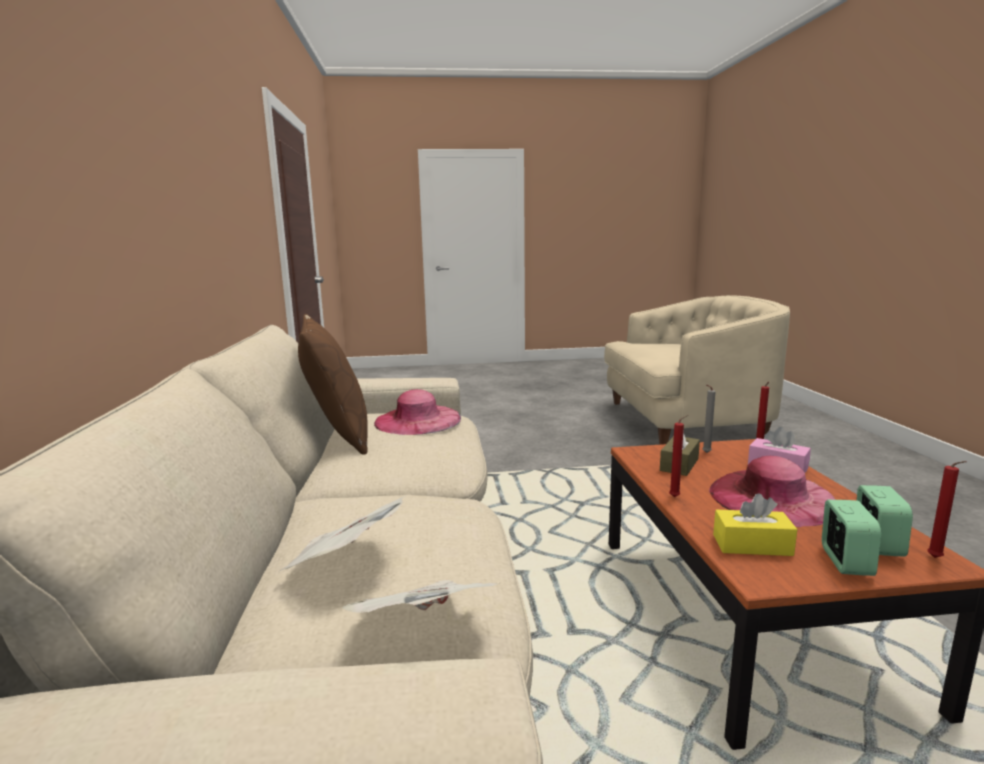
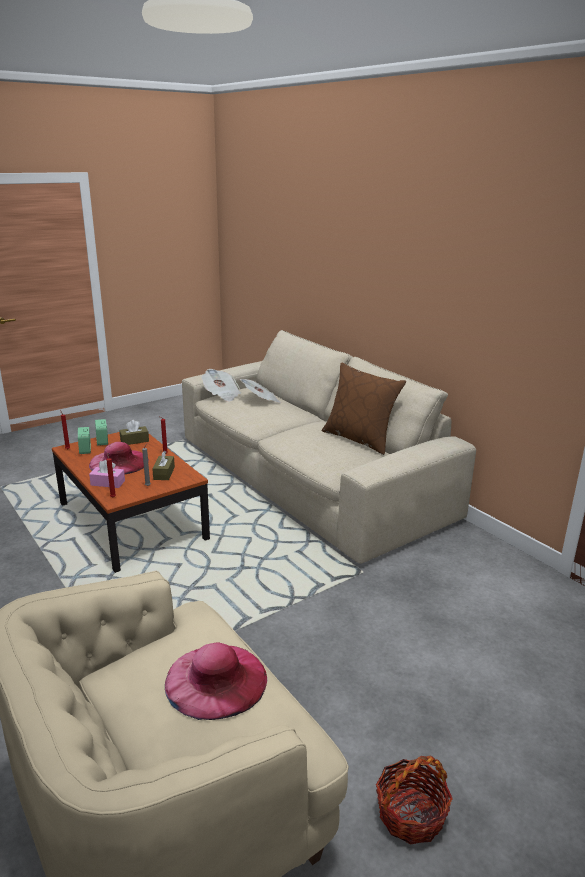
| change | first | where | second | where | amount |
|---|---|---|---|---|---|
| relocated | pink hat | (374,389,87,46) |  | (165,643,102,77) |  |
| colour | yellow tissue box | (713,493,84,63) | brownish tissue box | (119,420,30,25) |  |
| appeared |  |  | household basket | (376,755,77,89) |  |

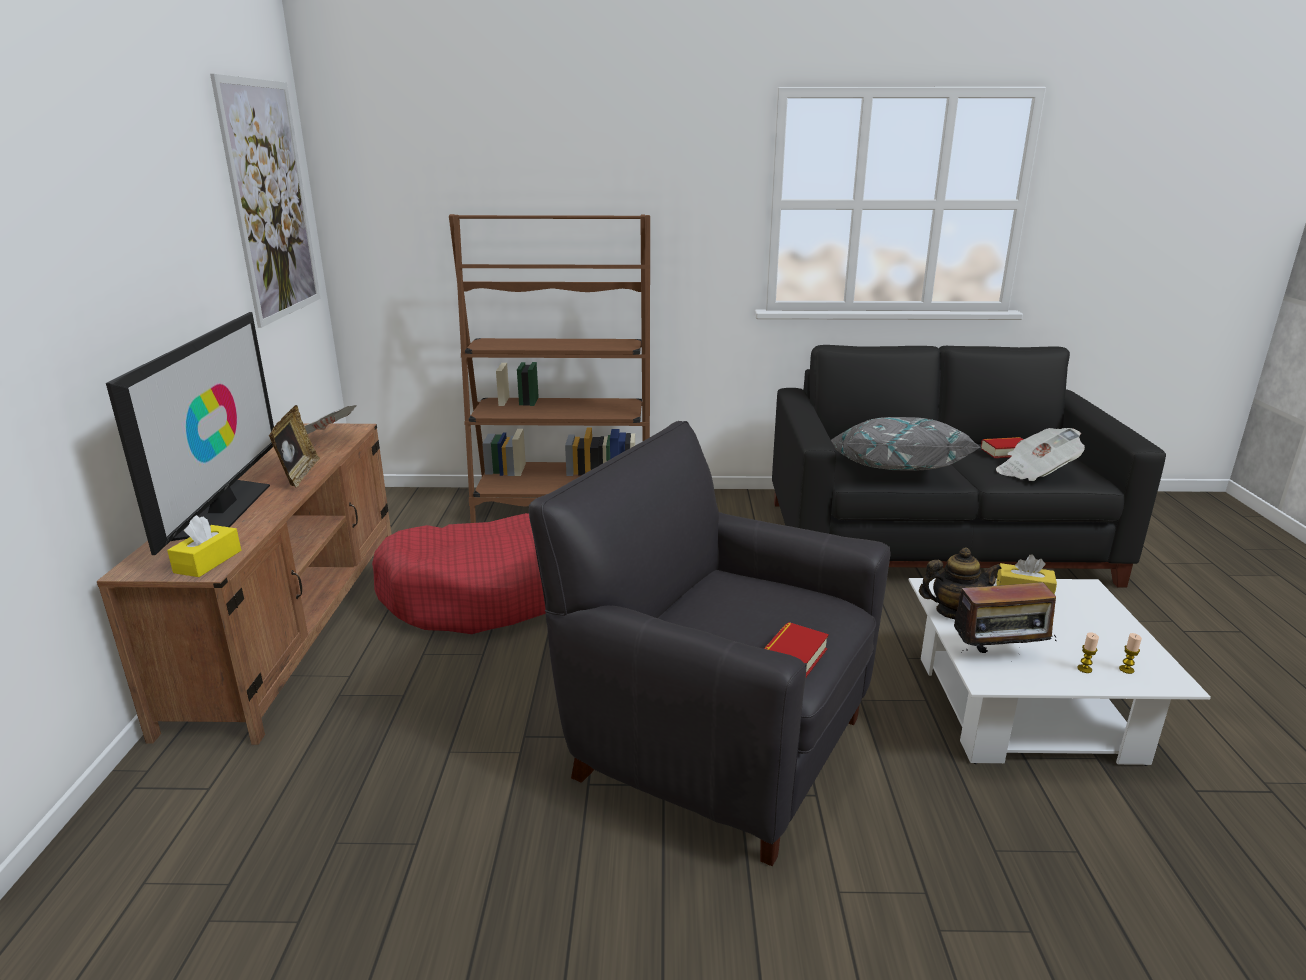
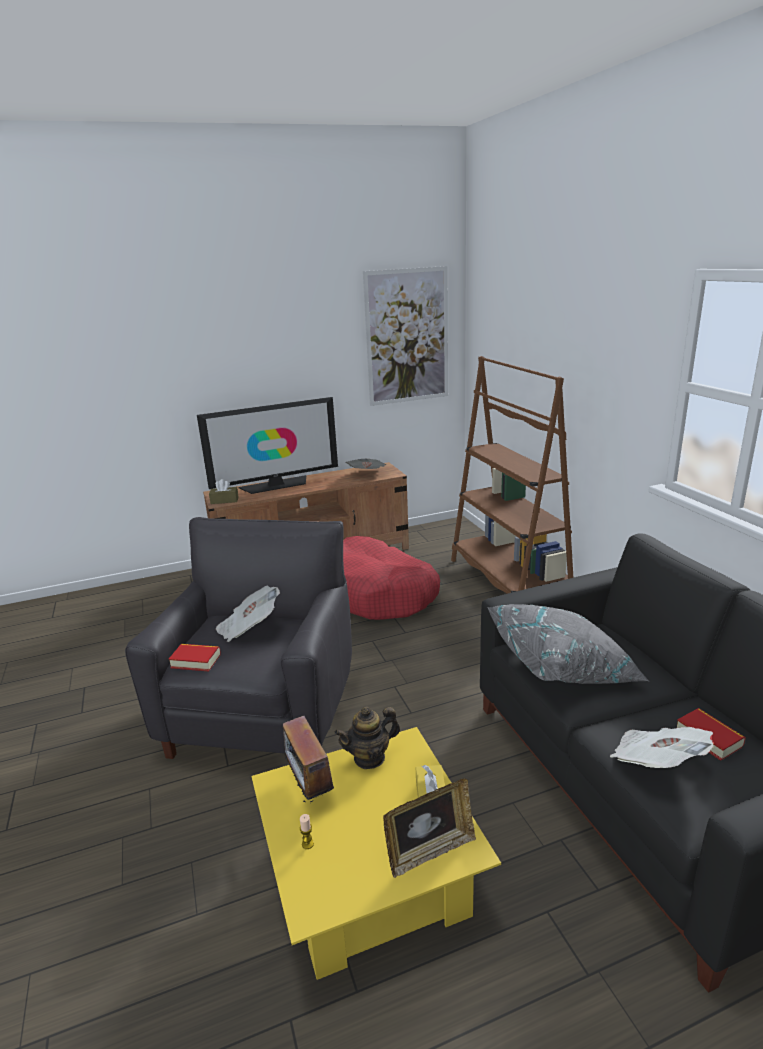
| change | first | where | second | where | amount |
|---|---|---|---|---|---|
| colour | yellow tissue box | (167,515,74,62) | brownish tissue box | (209,479,30,25) |  |
| relocated | photo frame | (269,405,51,83) |  | (383,778,93,100) |  |
| colour | whitish coffee table | (909,578,302,188) | yellow coffee table | (251,727,250,253) |  |
| spun | teapot | (919,547,83,72) |  | (334,707,66,62) | 90 degrees clockwise |
| missing | wax candle | (1119,633,23,41) |  |  |  |
| appeared |  |  | printed paper | (216,586,64,56) |  |

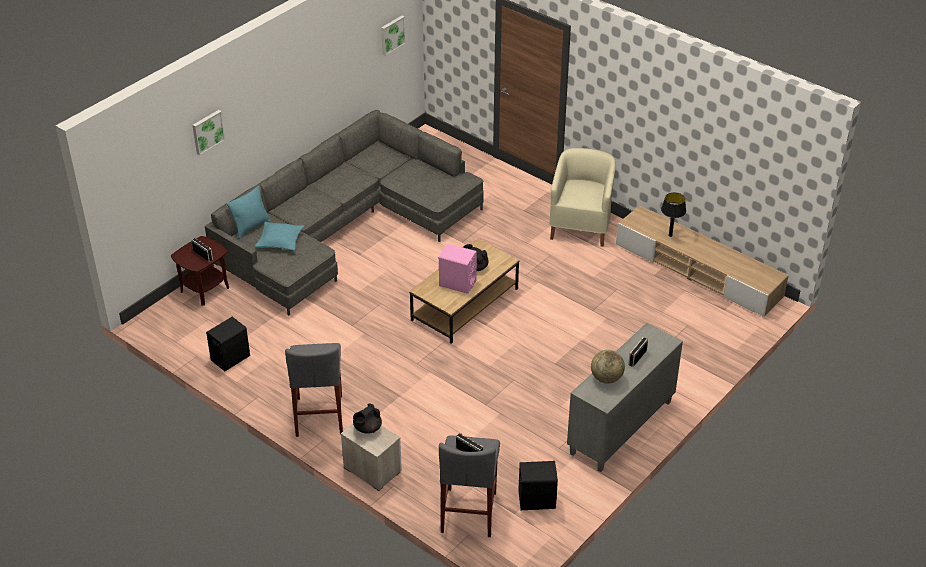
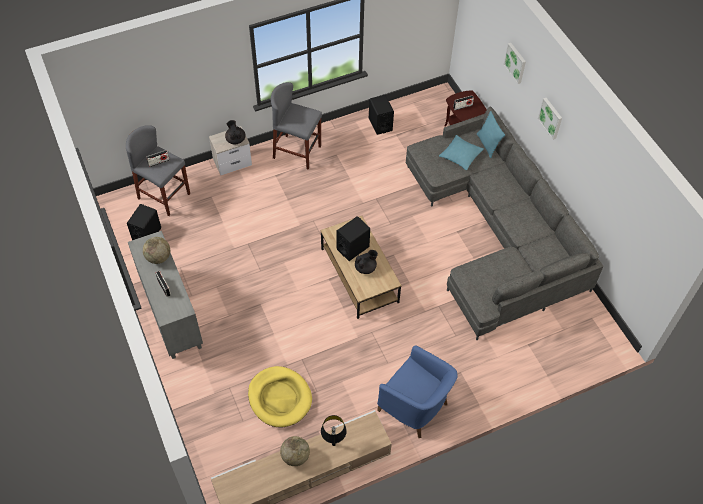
| change | first | where | second | where | amount |
|---|---|---|---|---|---|
| relocated | wall picture | (381,15,25,41) |  | (538,98,24,42) |  |
| colour | pink loudspeaker | (438,244,39,50) | black loudspeaker | (336,216,34,45) |  |
| colour | beige-coloured armchair | (549,148,67,99) | blue-coloured armchair | (377,346,81,92) |  |
| appeared |  |  | yellow dog bed | (248,366,64,61) |  |
| appeared |  |  | world globe | (280,436,30,30) |  |

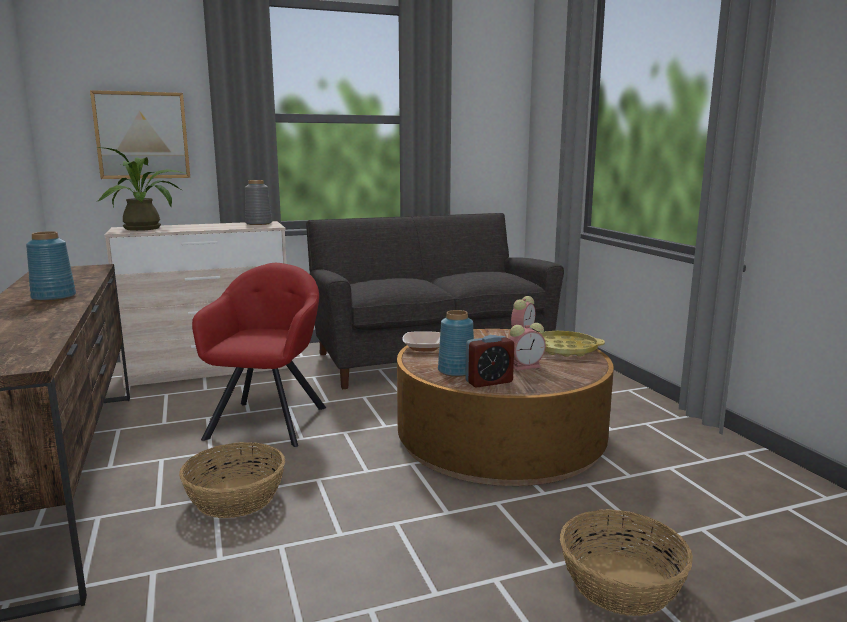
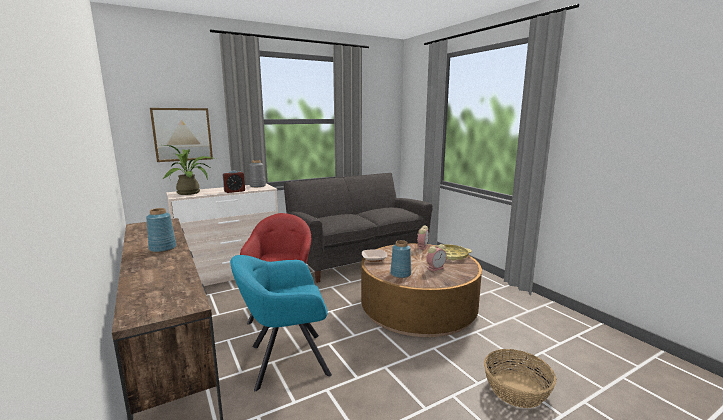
| change | first | where | second | where | amount |
|---|---|---|---|---|---|
| exchanged | household basket | (179,442,106,76) | turquoise-coloured armchair | (230,255,102,136) |  |
| relocated | bedside clock | (465,335,49,53) |  | (222,171,23,22) |  |

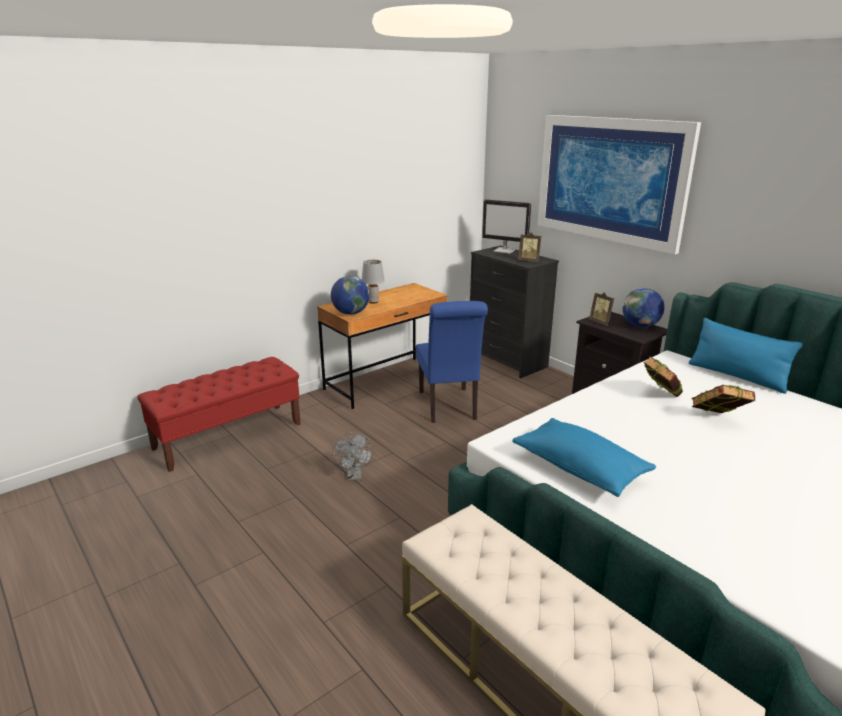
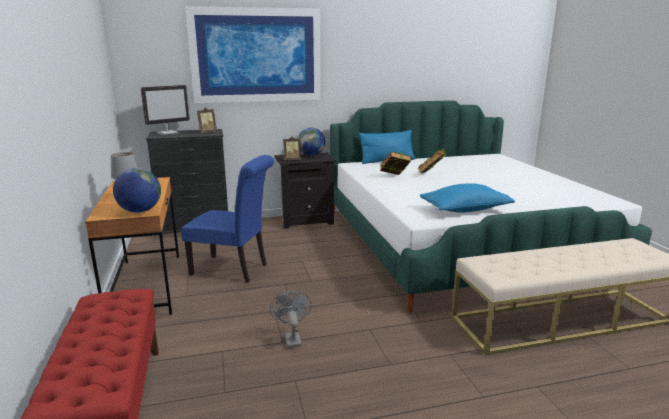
| change | first | where | second | where | amount |
|---|---|---|---|---|---|
| spun | greyish fan | (332,432,42,49) |  | (270,291,41,57) | 120 degrees counterclockwise |

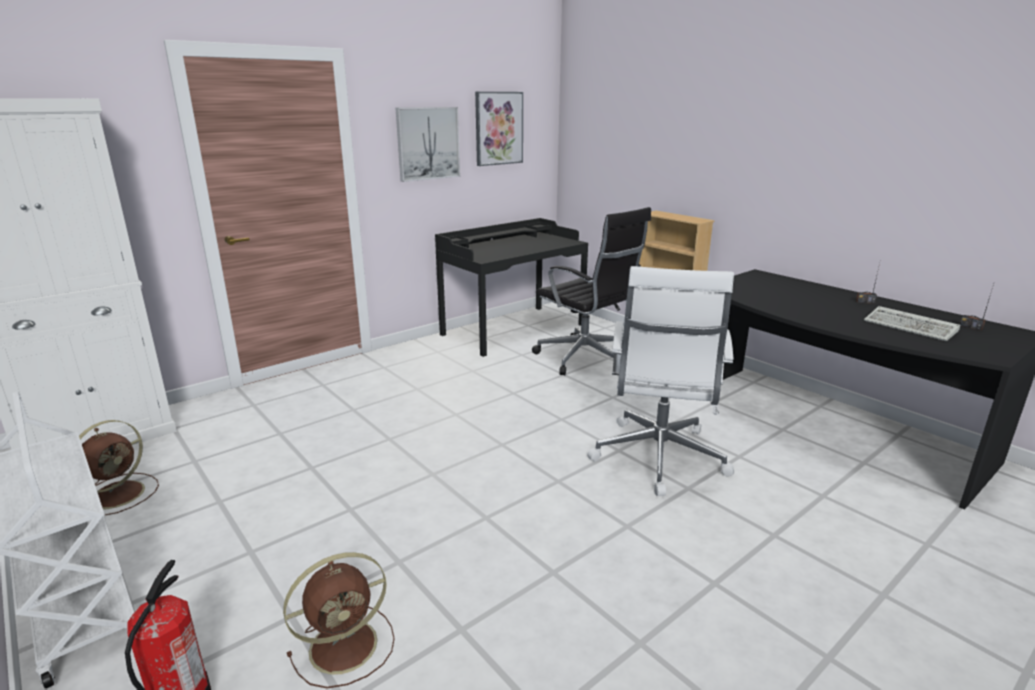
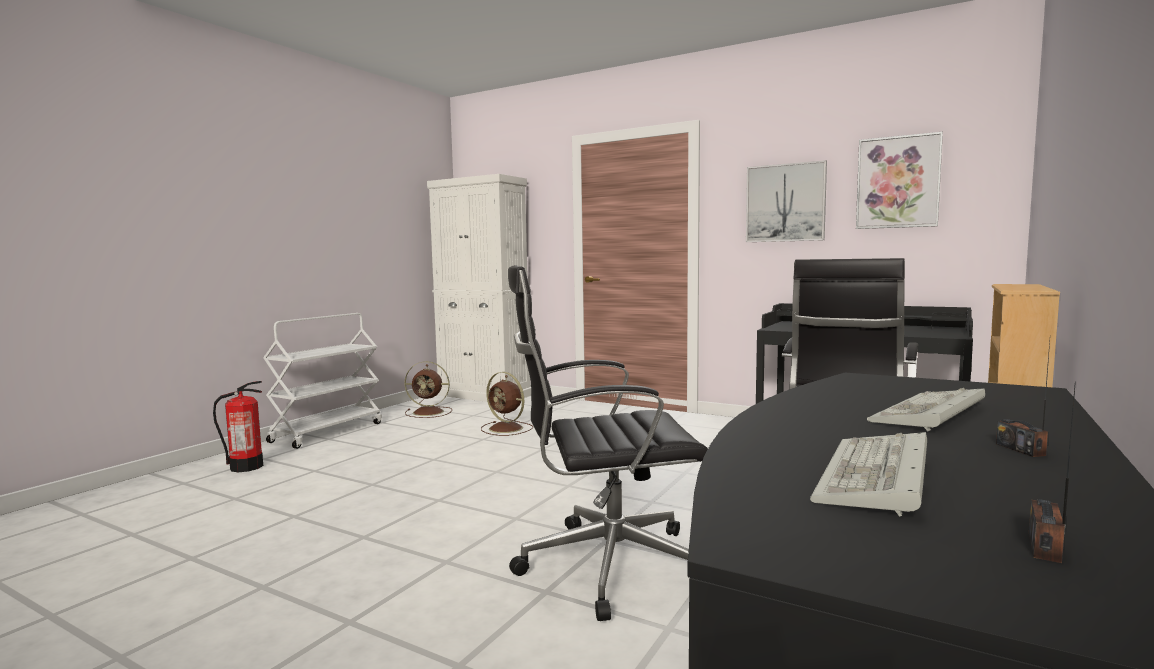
| change | first | where | second | where | amount |
|---|---|---|---|---|---|
| relocated | brownish fan | (283,552,112,136) |  | (481,372,52,64) |  |
| colour | whitish desk chair | (587,266,147,230) | black desk chair | (508,265,200,356) |  |
| appeared |  |  | keyboard | (867,388,119,44) |  |

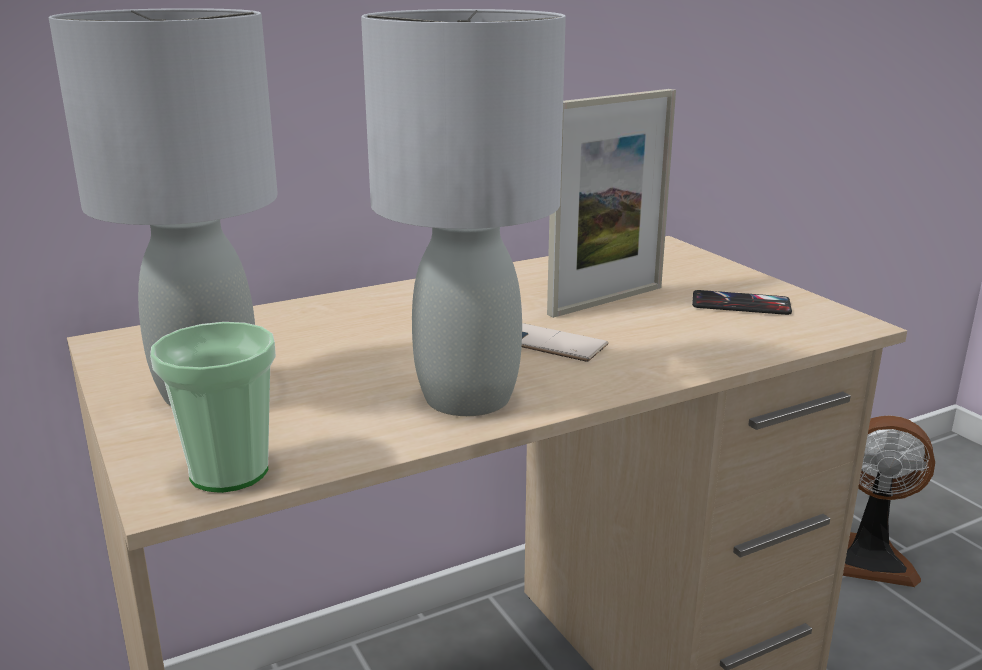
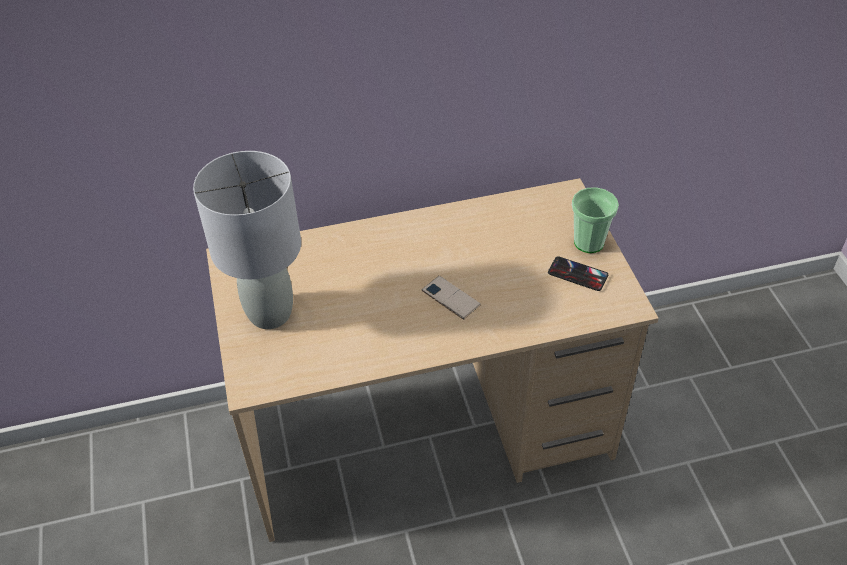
| change | first | where | second | where | amount |
|---|---|---|---|---|---|
| relocated | cup | (150,322,126,171) |  | (572,187,47,66) |  |
| missing | greyish tabletop lamp | (361,9,205,407) |  |  |  |
| missing | photo frame | (547,89,129,229) |  |  |  |
| missing | fan | (843,416,92,171) |  |  |  |

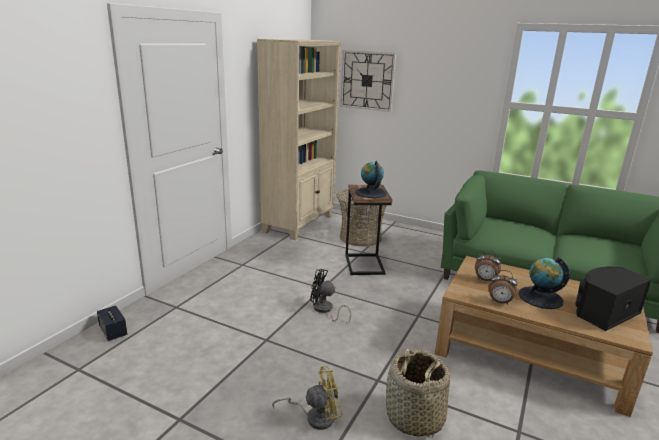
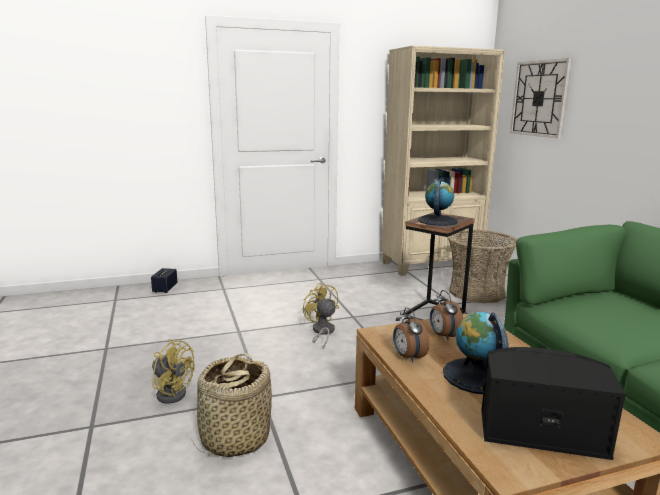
| change | first | where | second | where | amount |
|---|---|---|---|---|---|
| colour | black fan | (310,269,41,53) | yellow fan | (303,283,36,66) |  |

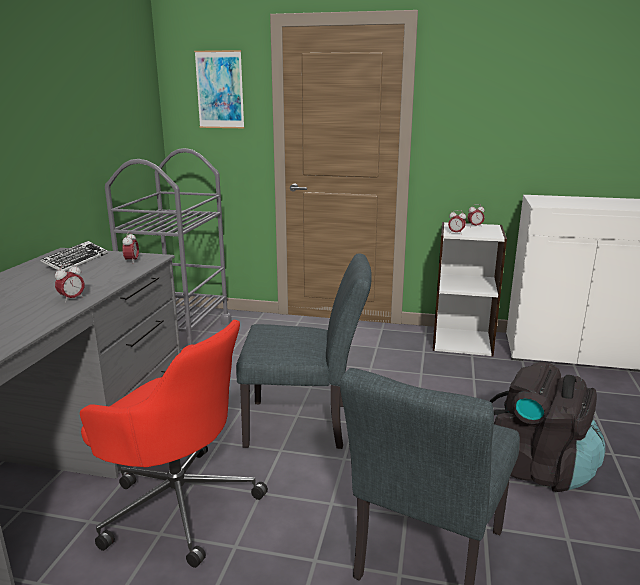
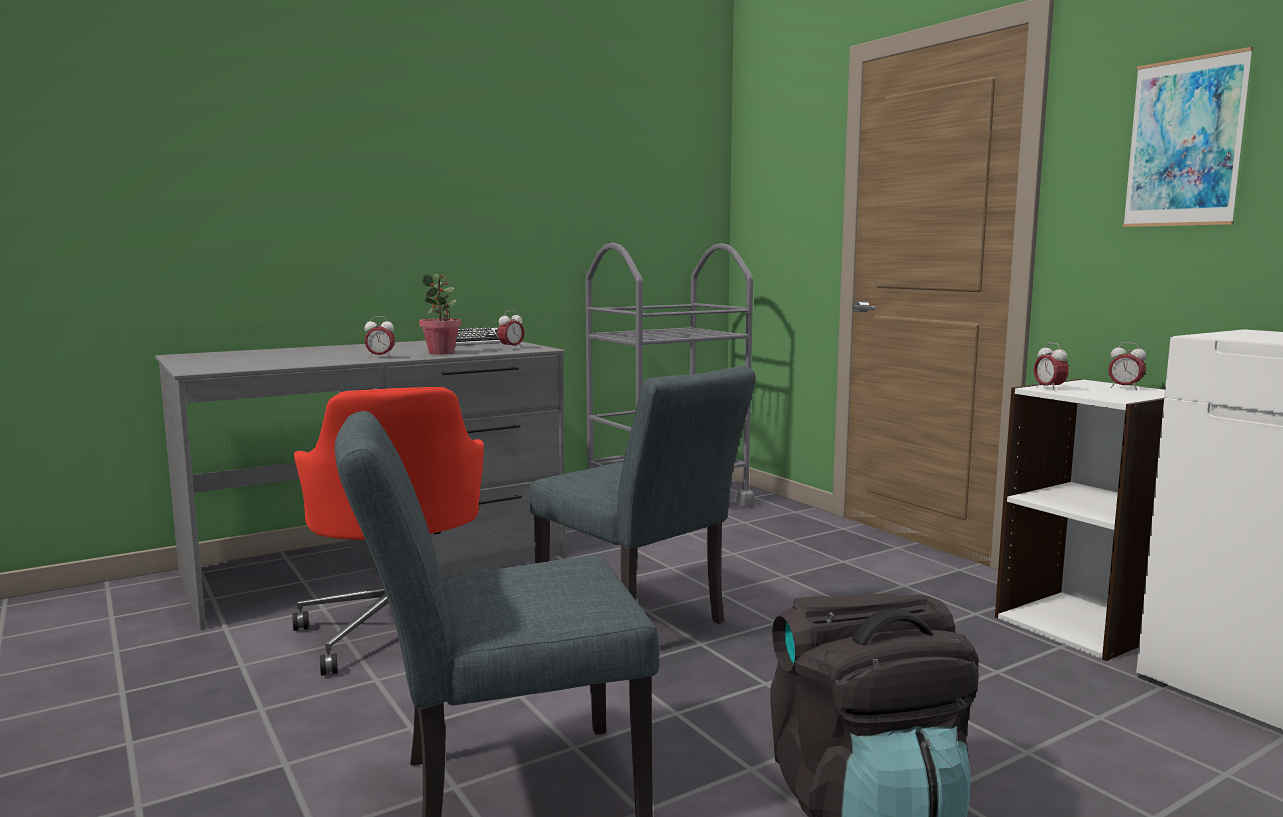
| change | first | where | second | where | amount |
|---|---|---|---|---|---|
| relocated | wall picture | (194,50,50,78) |  | (1123,47,130,180) |  |
| appeared |  |  | houseplant | (419,274,43,81) |  |

